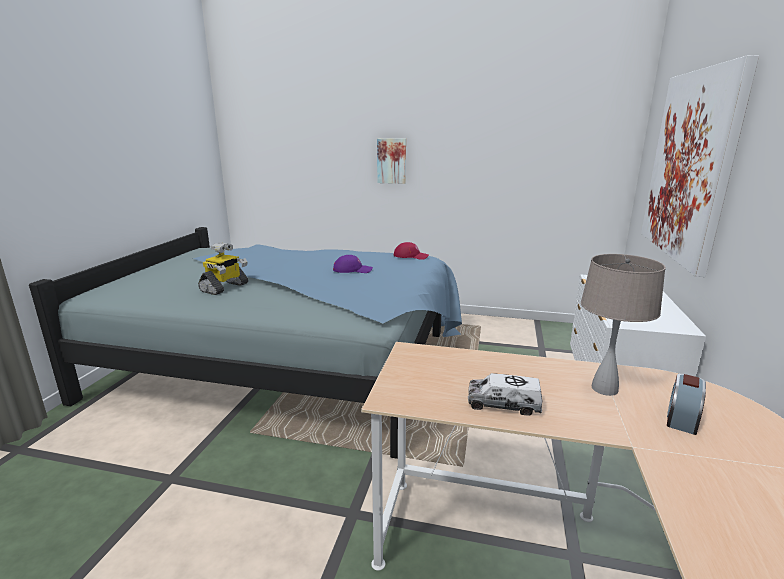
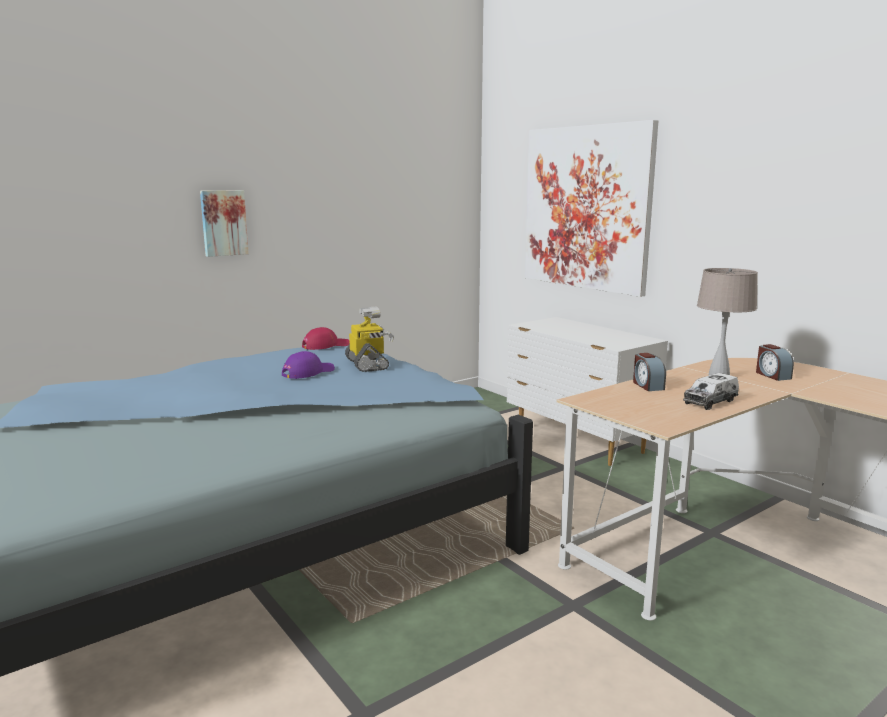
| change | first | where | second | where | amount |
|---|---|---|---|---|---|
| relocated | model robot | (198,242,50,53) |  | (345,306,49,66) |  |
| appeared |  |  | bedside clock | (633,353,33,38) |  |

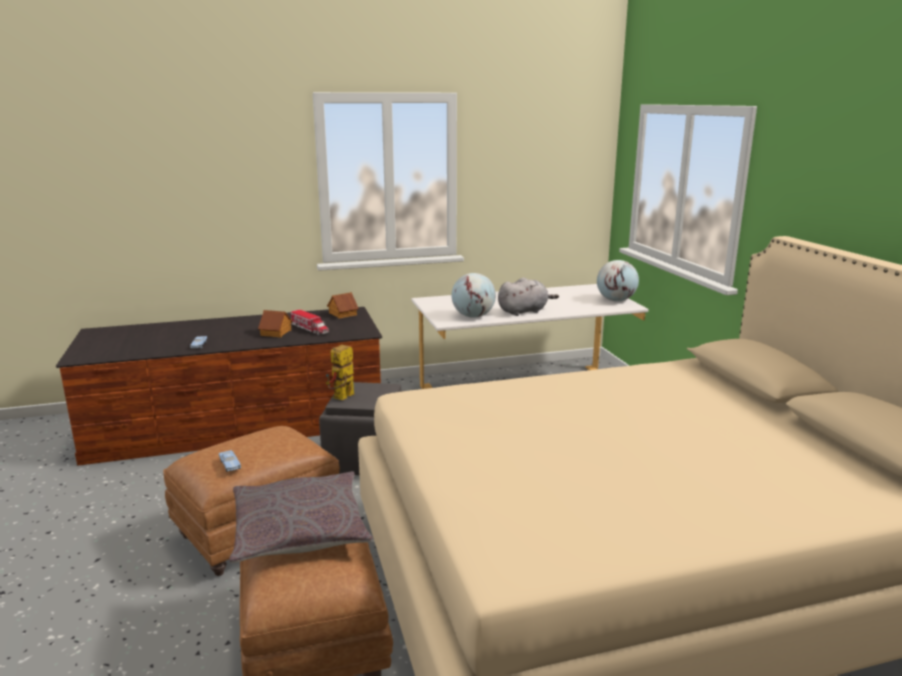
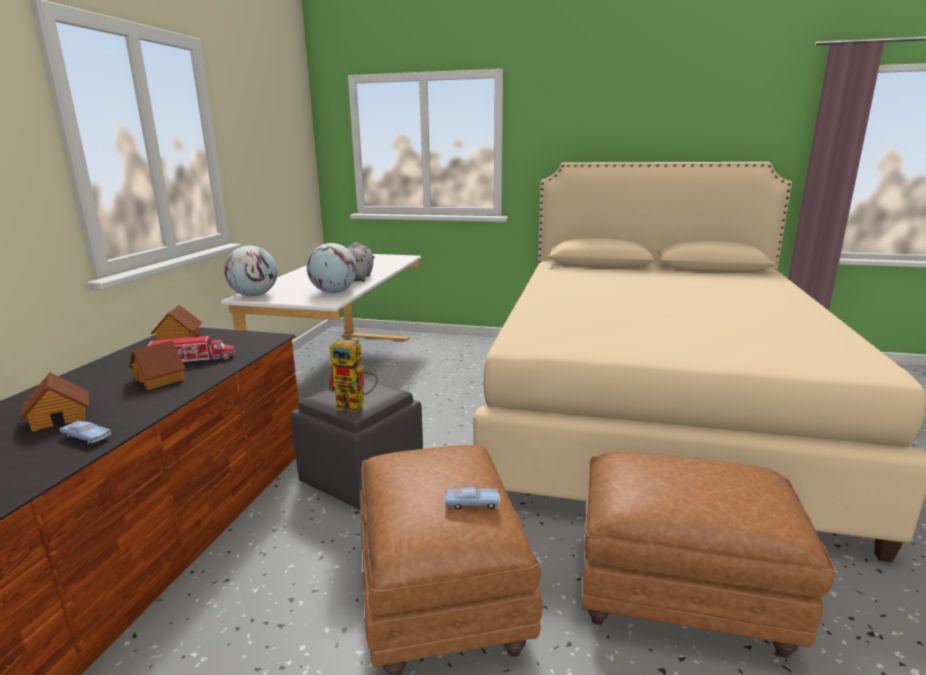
| change | first | where | second | where | amount |
|---|---|---|---|---|---|
| missing | greyish cushion | (229,471,144,92) |  |  |  |
| spun | model robot | (326,345,28,55) |  | (327,339,51,73) | 45 degrees counterclockwise |
| relocated | world globe | (597,260,42,41) |  | (224,246,53,50) |  |
| appeared |  |  | model house | (19,372,70,60) |  |

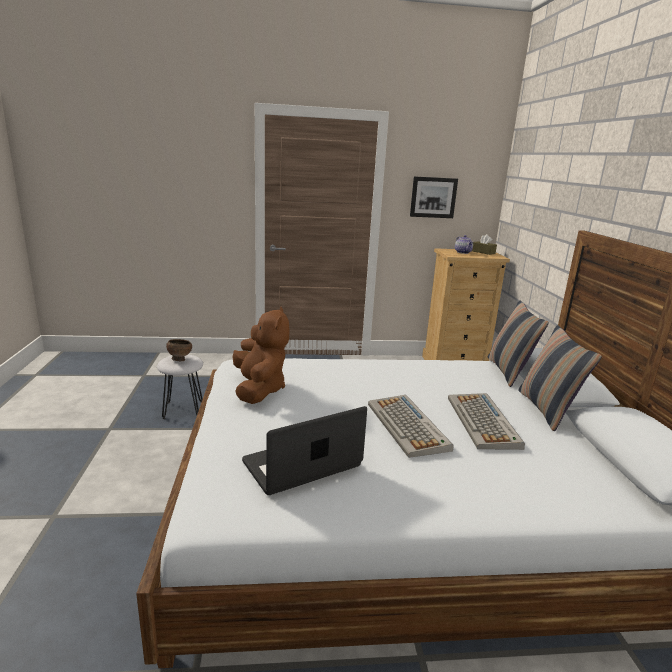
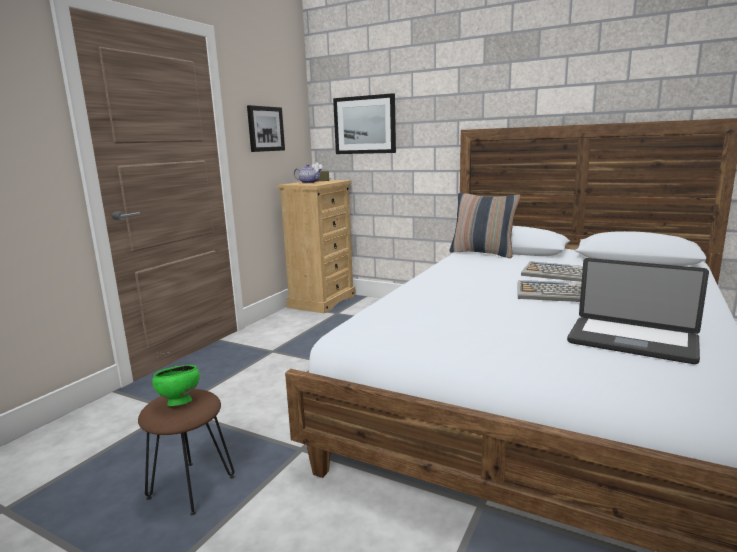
| change | first | where | second | where | amount |
|---|---|---|---|---|---|
| colour | whitish stool seat | (157,355,46,64) | brownish stool seat | (138,389,97,126) |  |
| colour | brownish deep dish | (166,339,26,22) | greenish deep dish | (152,365,48,41) |  |
| missing | brownish cuddly toy | (233,306,57,98) |  |  |  |
| spun | notebook computer | (242,406,125,89) |  | (567,258,142,106) | 60 degrees counterclockwise |
| missing | cushion | (518,325,84,106) |  |  |  |
| appeared |  |  | wall picture | (333,93,63,61) |  |

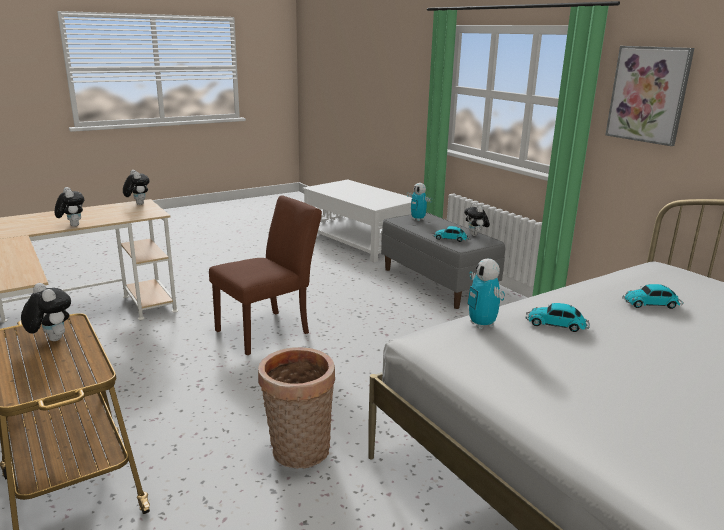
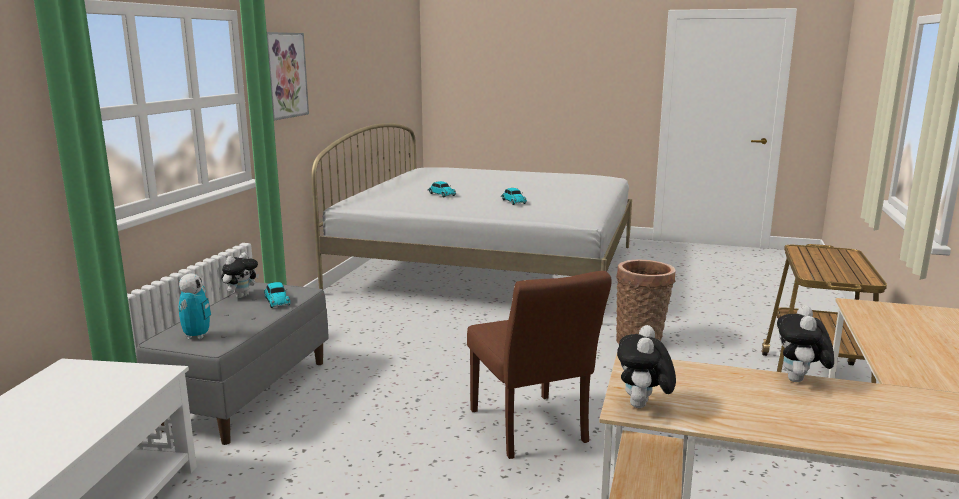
| change | first | where | second | where | amount |
|---|---|---|---|---|---|
| missing | cuddly toy | (21,283,50,58) |  |  |  |
| spun | brownish upright chair | (209,195,113,160) |  | (467,271,145,188) | 120 degrees counterclockwise |
| missing | model robot | (467,258,38,71) |  |  |  |

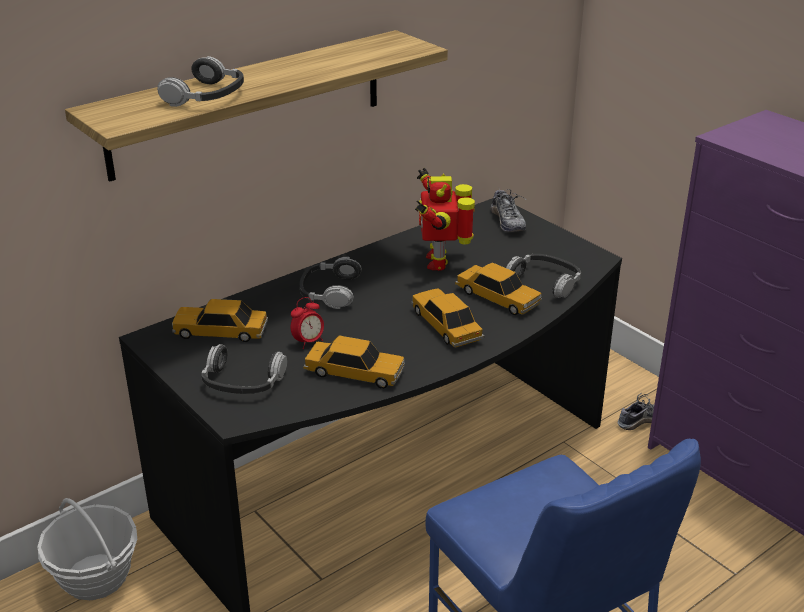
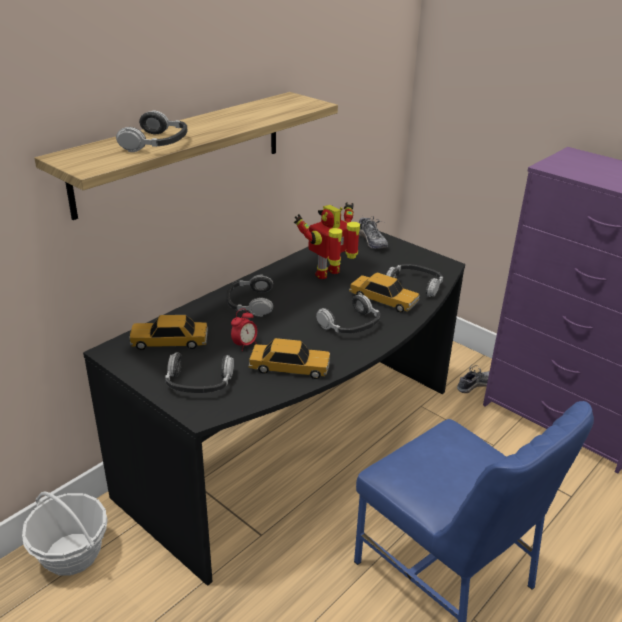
| change | first | where | second | where | amount |
|---|---|---|---|---|---|
| exchanged | miniature car | (411,288,73,60) | pair of headphones | (316,295,64,39) |  |
| spun | model robot | (415,168,60,103) |  | (294,202,66,77) | 60 degrees clockwise |

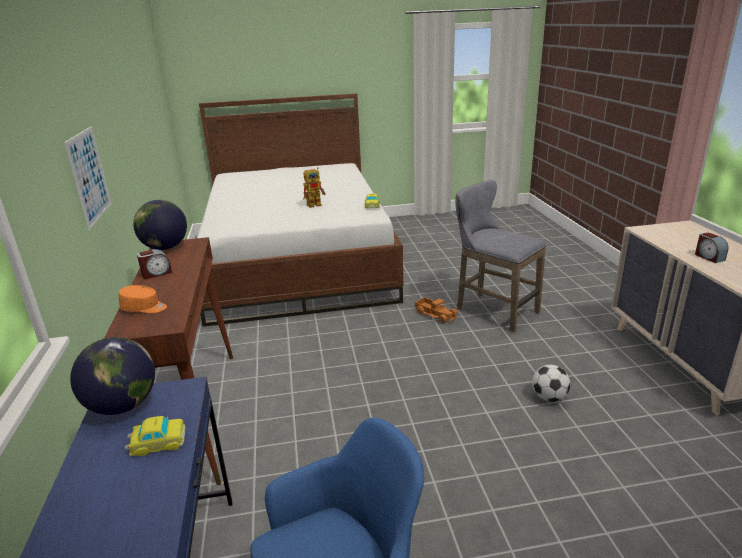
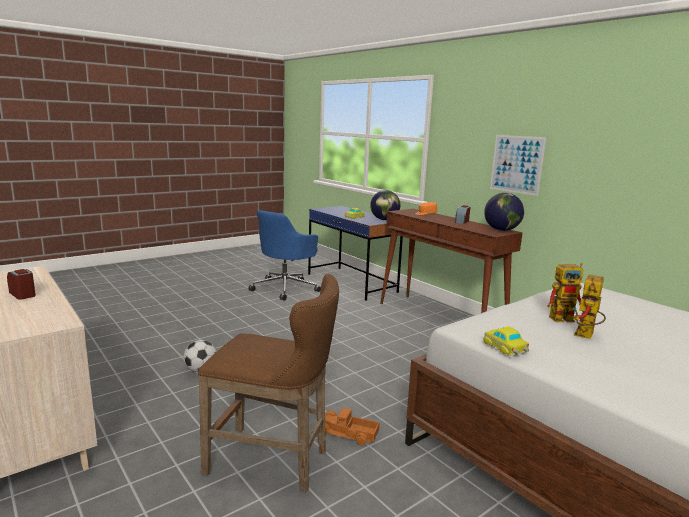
| change | first | where | second | where | amount |
|---|---|---|---|---|---|
| colour | greyish stool seat | (455,180,91,152) | brownish stool seat | (198,274,141,219) |  |
| appeared |  |  | model robot | (547,263,36,59) |  |

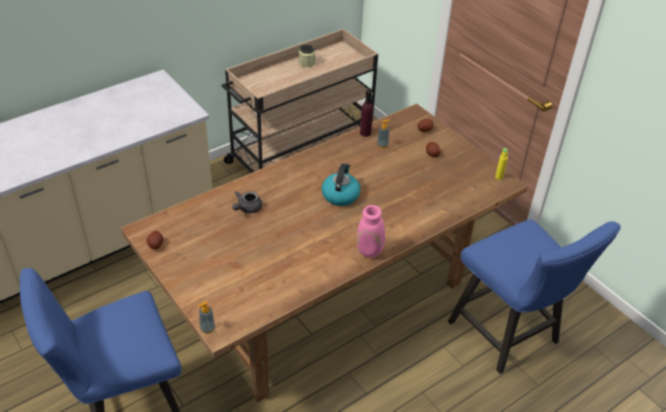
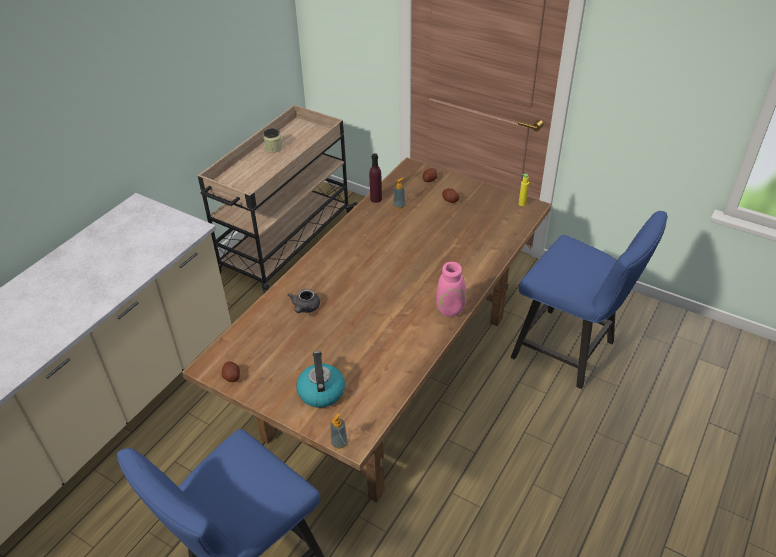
| change | first | where | second | where | amount |
|---|---|---|---|---|---|
| relocated | water kettle | (322,163,39,43) |  | (296,351,49,57) |  |

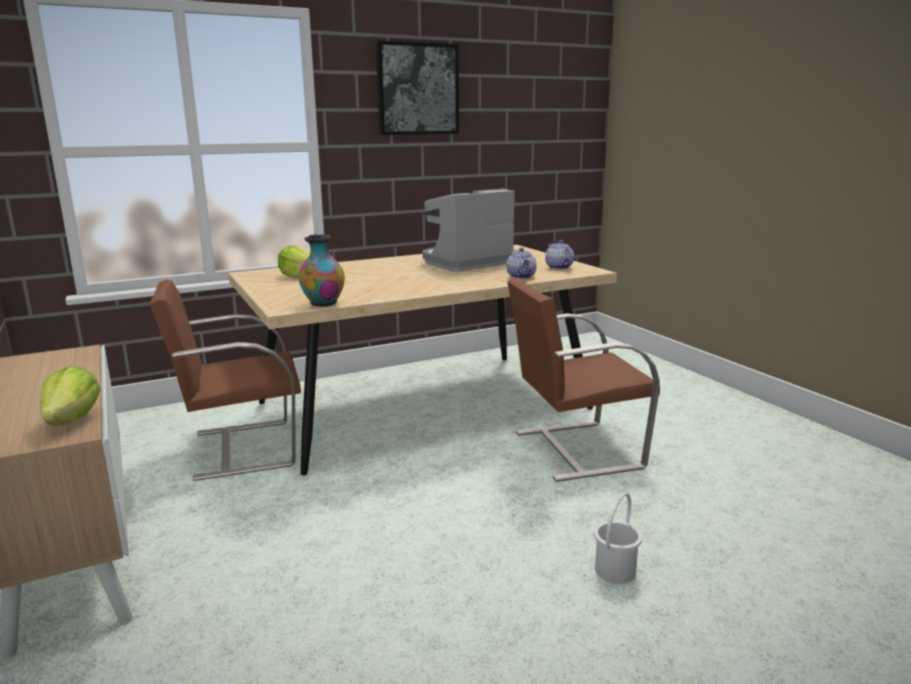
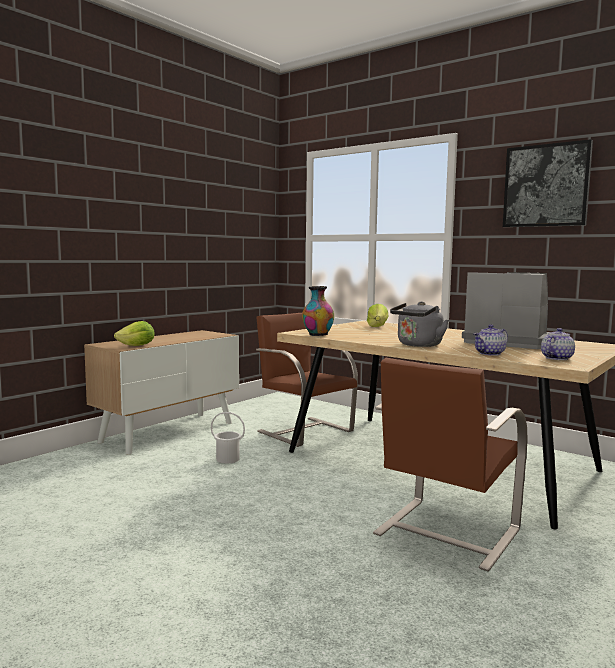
| change | first | where | second | where | amount |
|---|---|---|---|---|---|
| spun | brownish upright chair | (507,278,153,204) |  | (373,358,155,214) | 105 degrees counterclockwise |
| relocated | whitish pail | (594,493,48,91) |  | (211,412,34,52) |  |
| appeared |  |  | greyish water kettle | (390,301,59,46) |  |

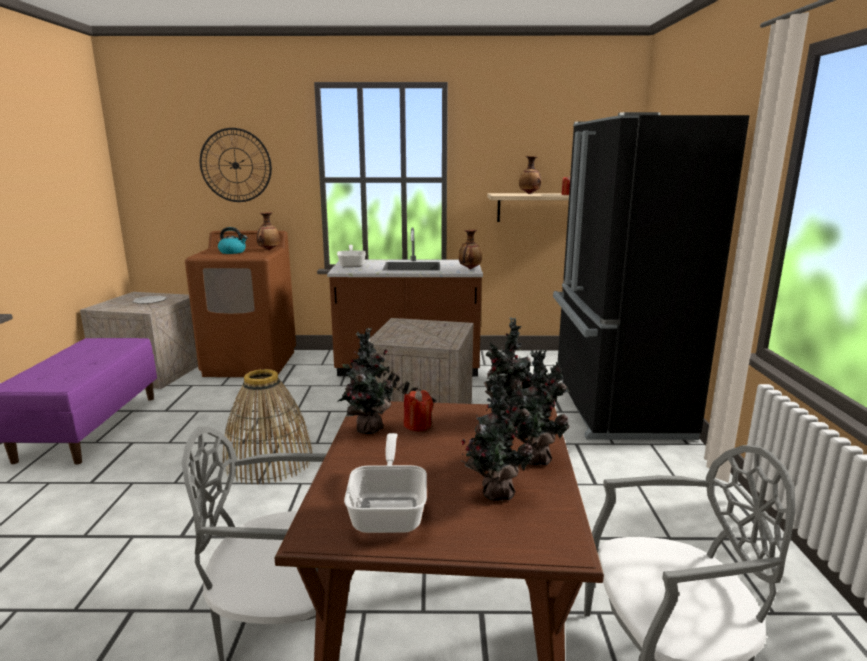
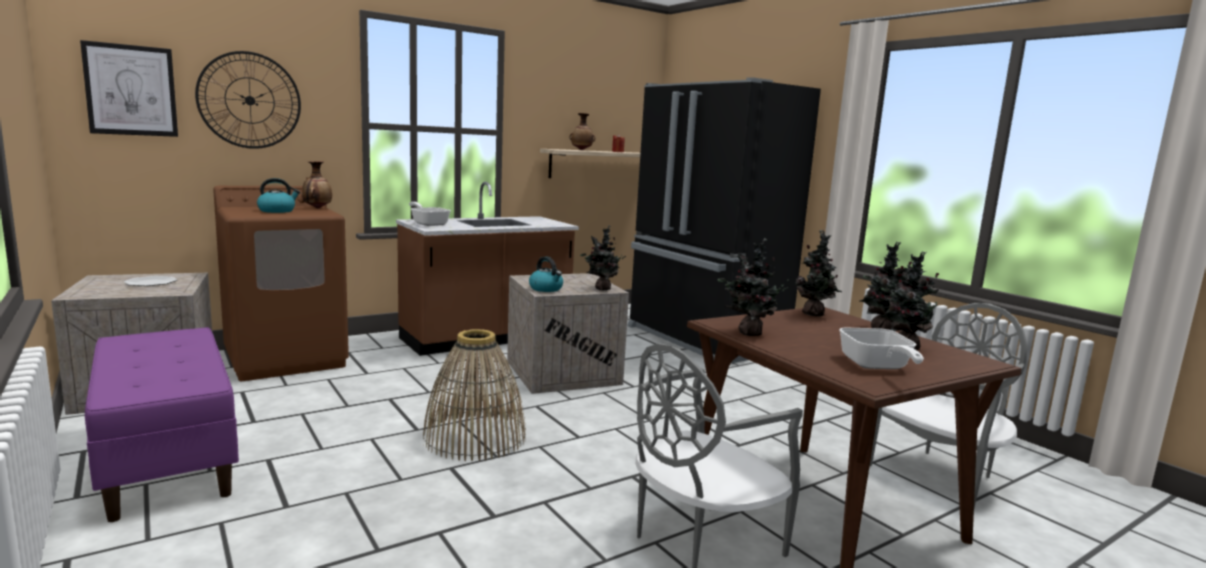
| change | first | where | second | where | amount |
|---|---|---|---|---|---|
| spun | pan | (344,433,83,100) |  | (839,328,85,41) | 150 degrees counterclockwise |
| missing | red-coloured wax candle | (404,390,29,42) |  |  |  |
| missing | decorative vase | (459,230,23,39) |  |  |  |
| appeared |  |  | wall picture | (80,40,98,97) |  |
| appeared |  |  | water kettle | (529,256,34,36) |  |
| appeared |  |  | houseplant | (580,225,47,65) |  |

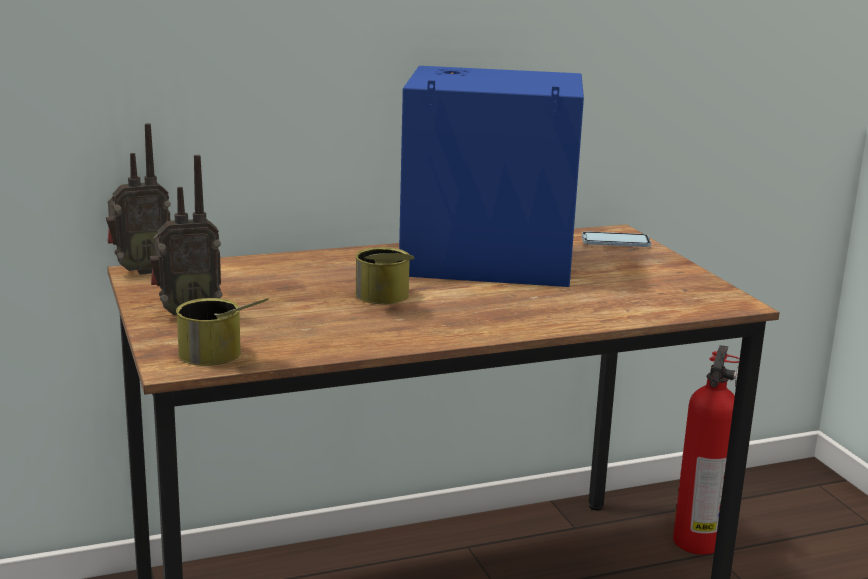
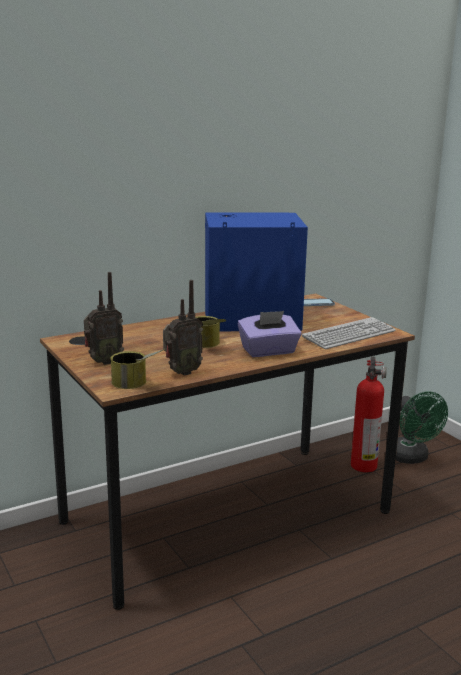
| change | first | where | second | where | amount |
|---|---|---|---|---|---|
| relocated | radio receiver | (106,123,65,152) |  | (163,280,40,96) |  |
| appeared |  |  | purplish tissue box | (238,311,64,46) |  |
| appeared |  |  | keyboard | (302,317,94,32) |  |
| appeared |  |  | greenish fan | (396,391,52,73) |  |

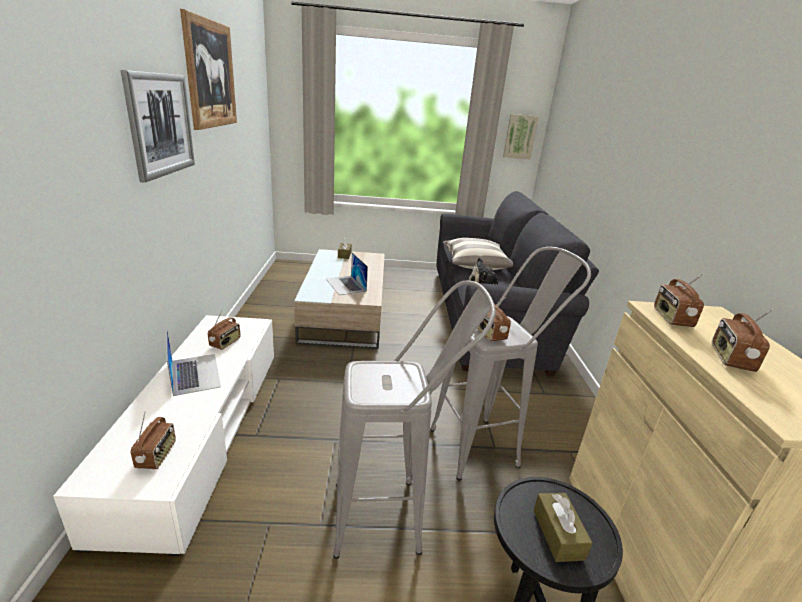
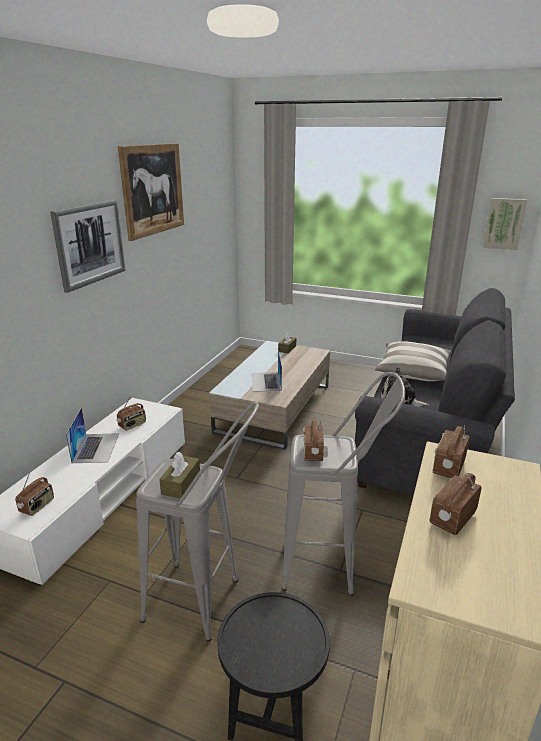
| change | first | where | second | where | amount |
|---|---|---|---|---|---|
| relocated | brownish tissue box | (533,493,59,69) |  | (159,452,41,47) |  |

